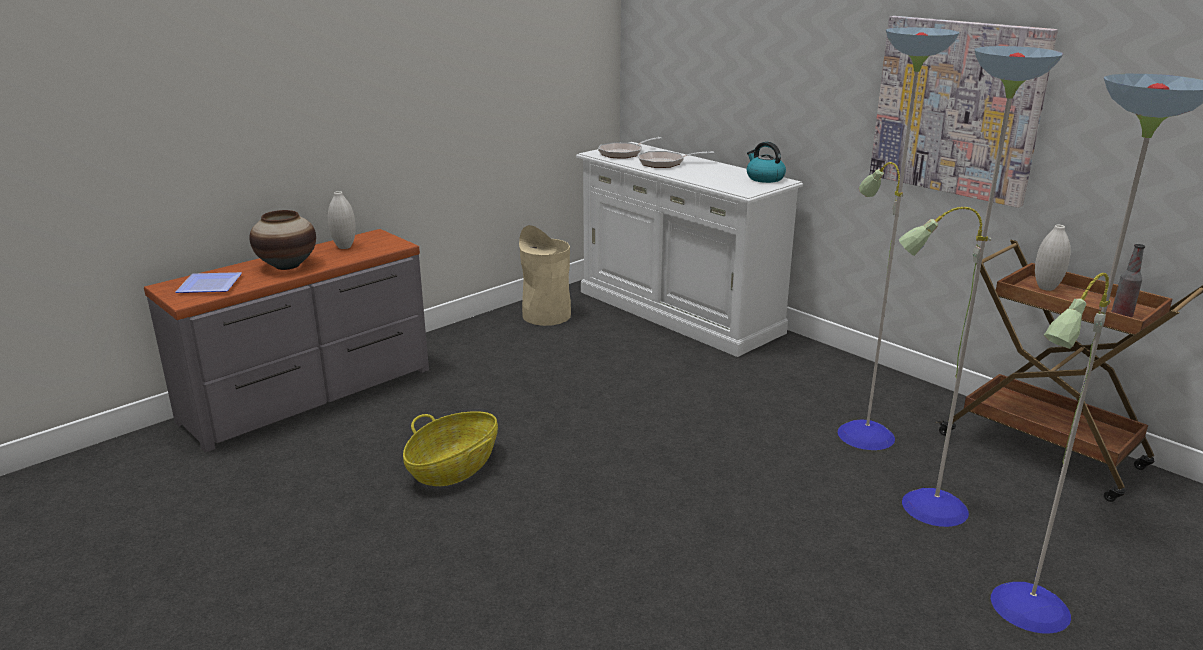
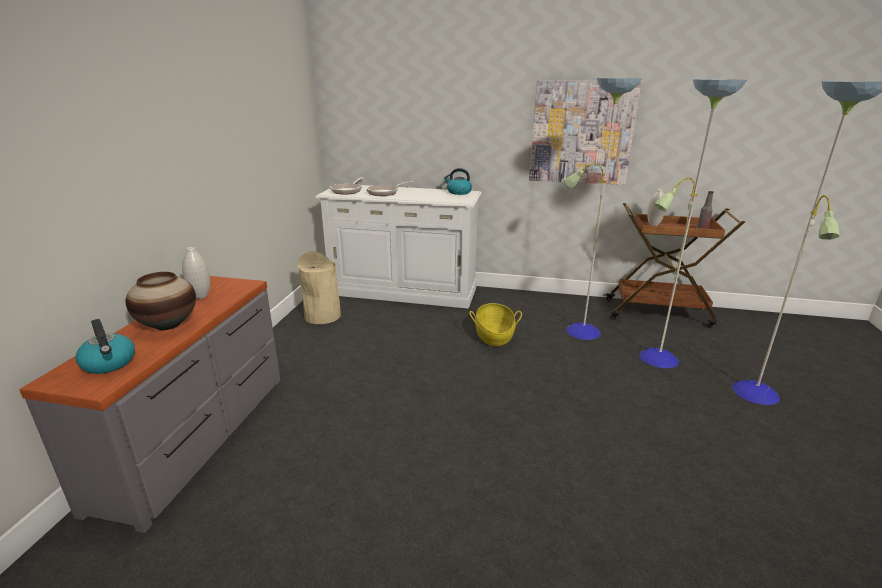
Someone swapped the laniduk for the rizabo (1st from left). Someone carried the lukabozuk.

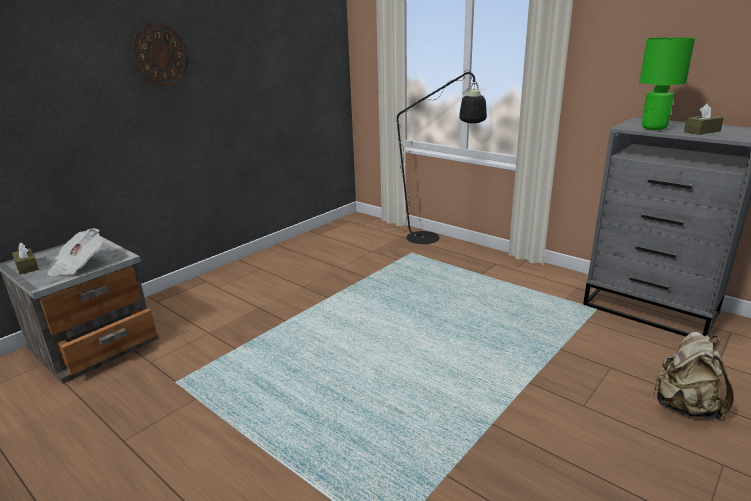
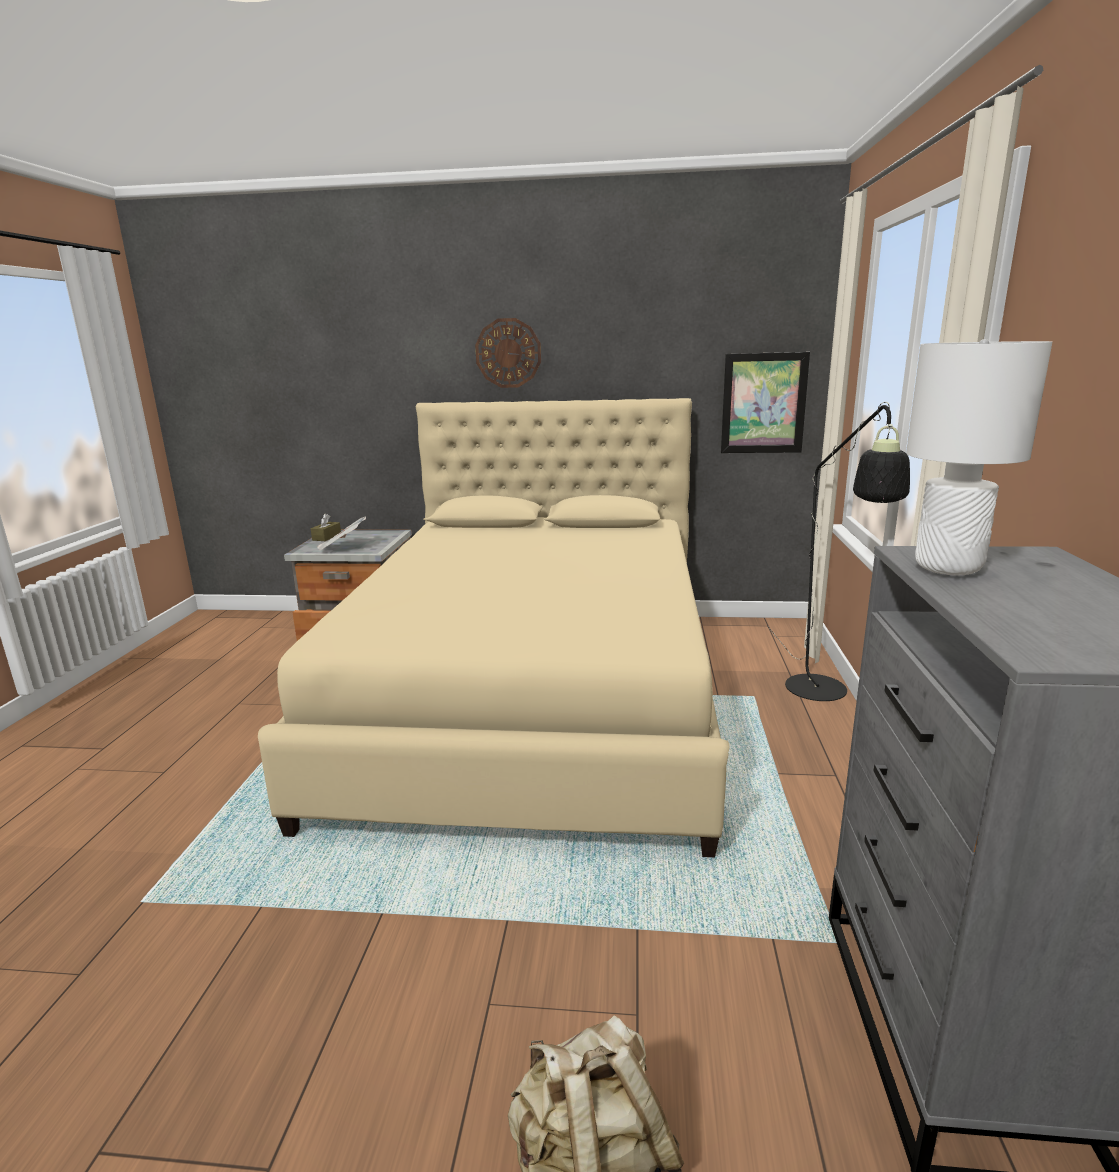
Someone repainted the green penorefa, which became the white penorefa. Someone took away the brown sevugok (2nd from left). Someone put down the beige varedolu. Someone put up the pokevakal.

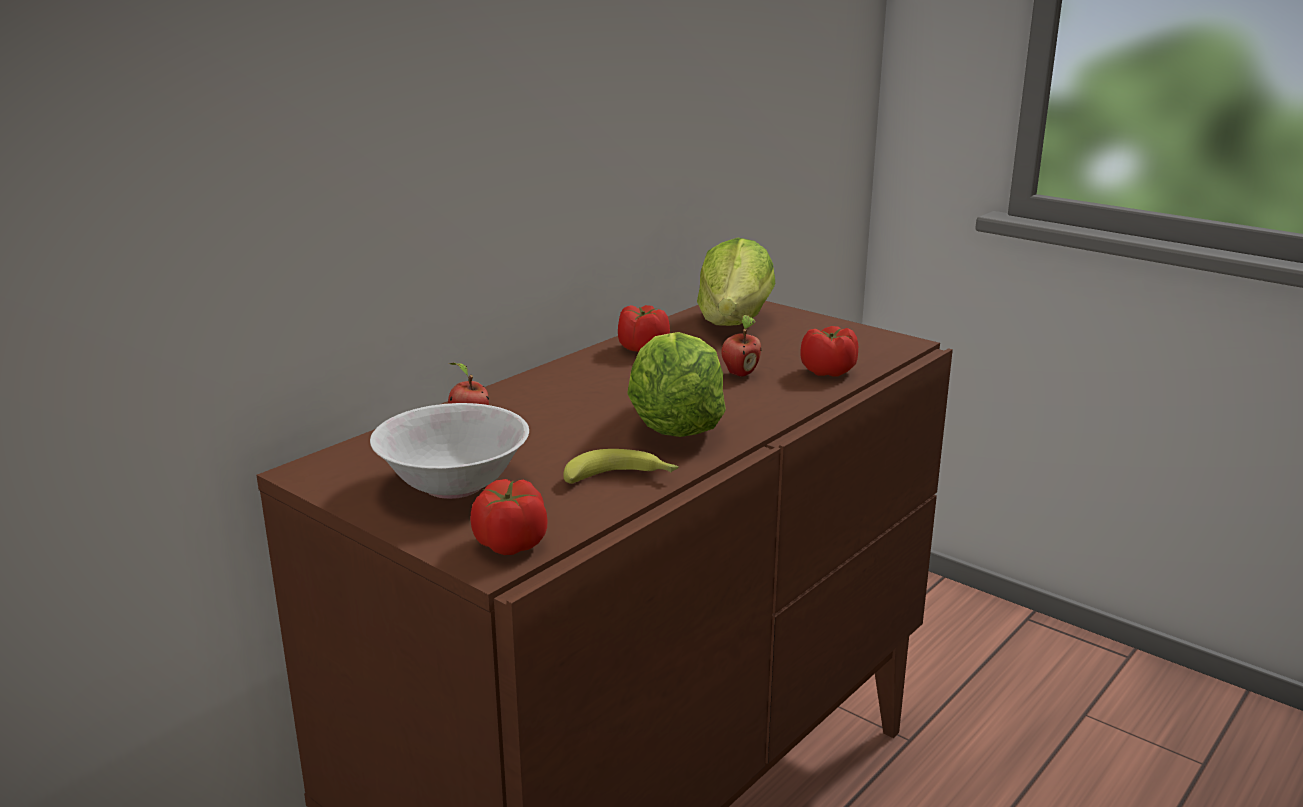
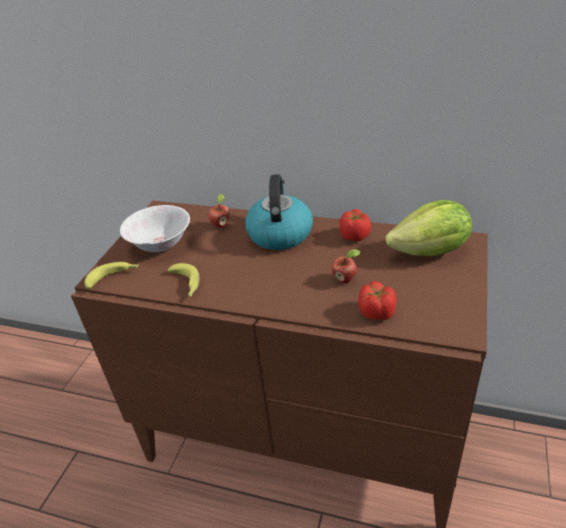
Someone swapped the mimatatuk (1st from left) for the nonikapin (1st from left). Someone took away the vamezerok (1st from left). Someone put down the rizabo.

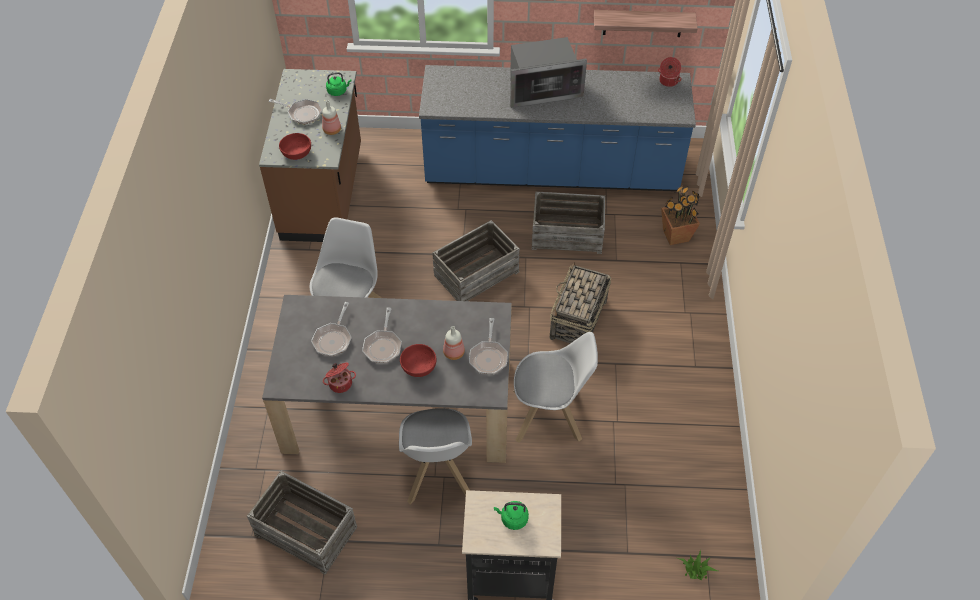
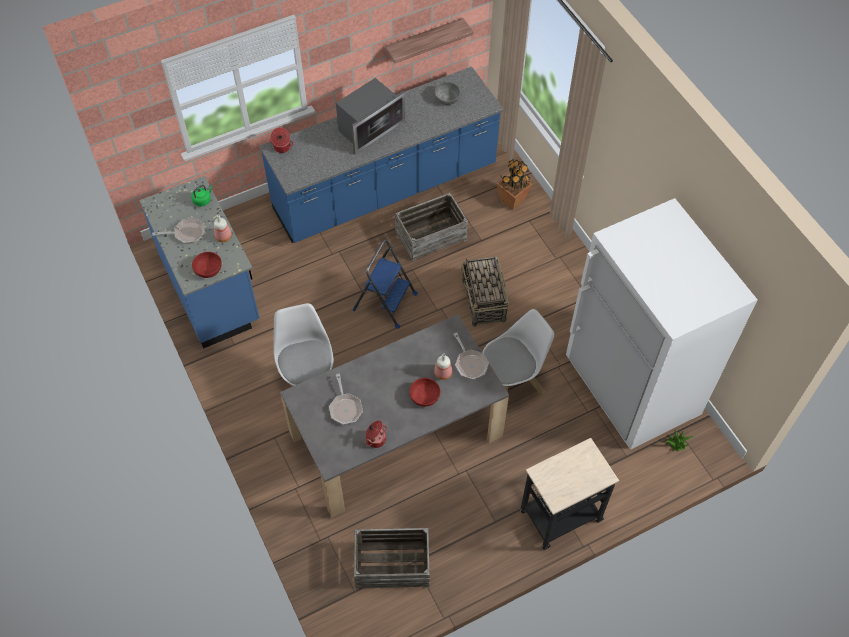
Someone repainted the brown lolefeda, which became the blue lolefeda (1st from left). Someone took away the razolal (3rd from left). Someone took away the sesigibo (2nd from left). Someone swapped the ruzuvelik (2nd from left) for the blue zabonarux. Someone took away the green rizabo (2nd from left). Someone carried the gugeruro (2nd from left in the first image). Someone put down the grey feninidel. Someone put down the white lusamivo.

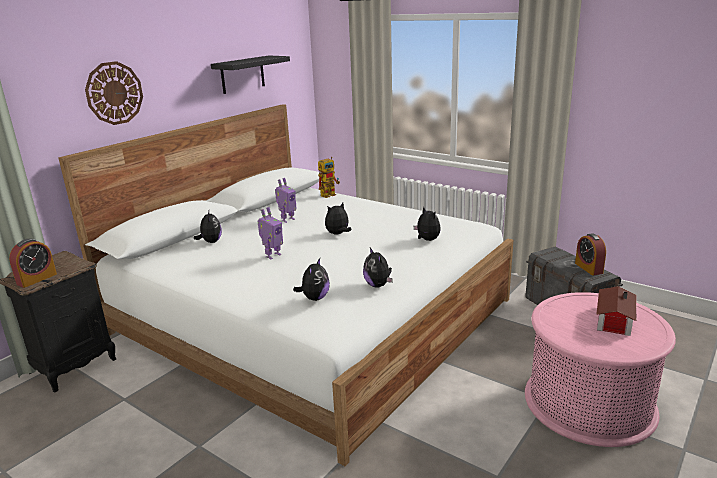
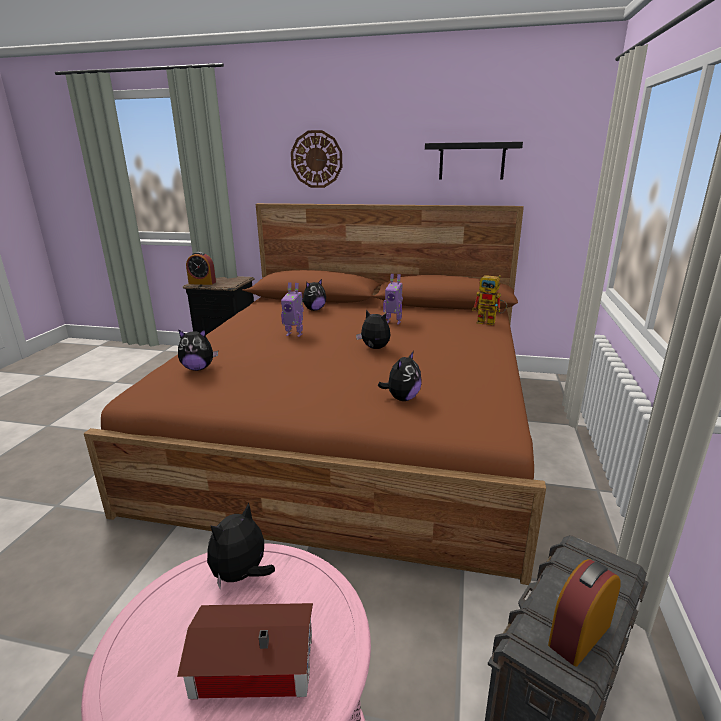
Someone repainted the white varedolu, which became the brown varedolu. Someone carried the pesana (4th from left in the first image).

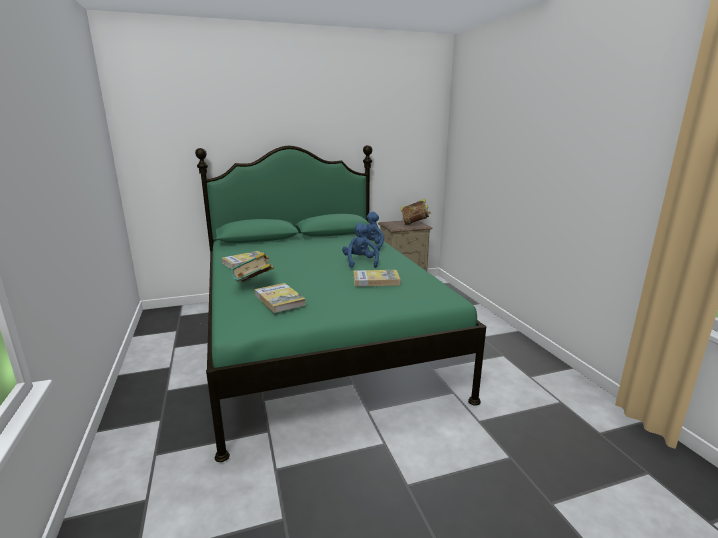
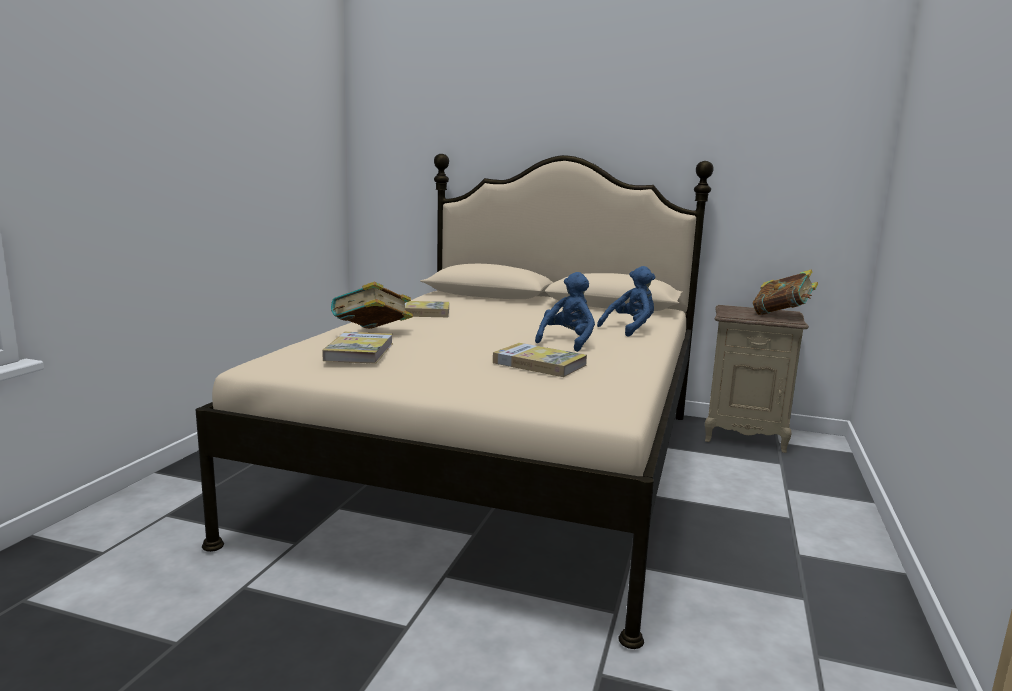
Someone repainted the green varedolu, which became the beige varedolu.

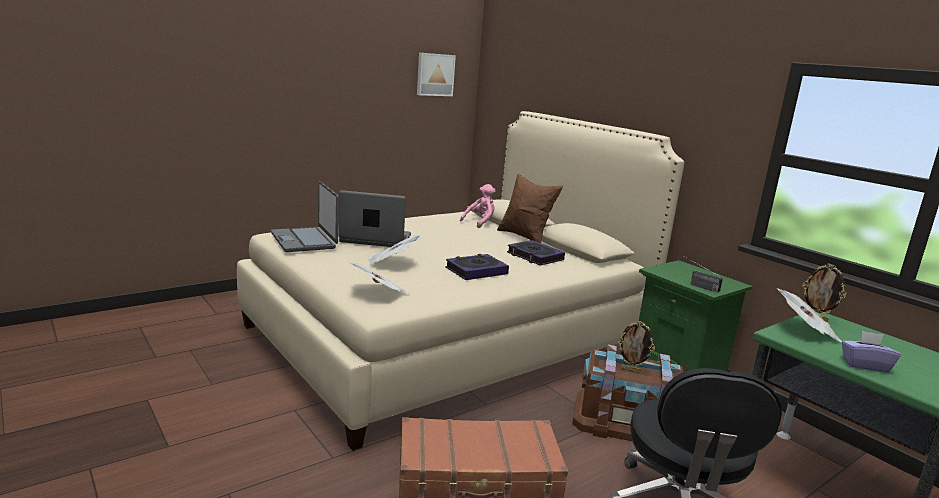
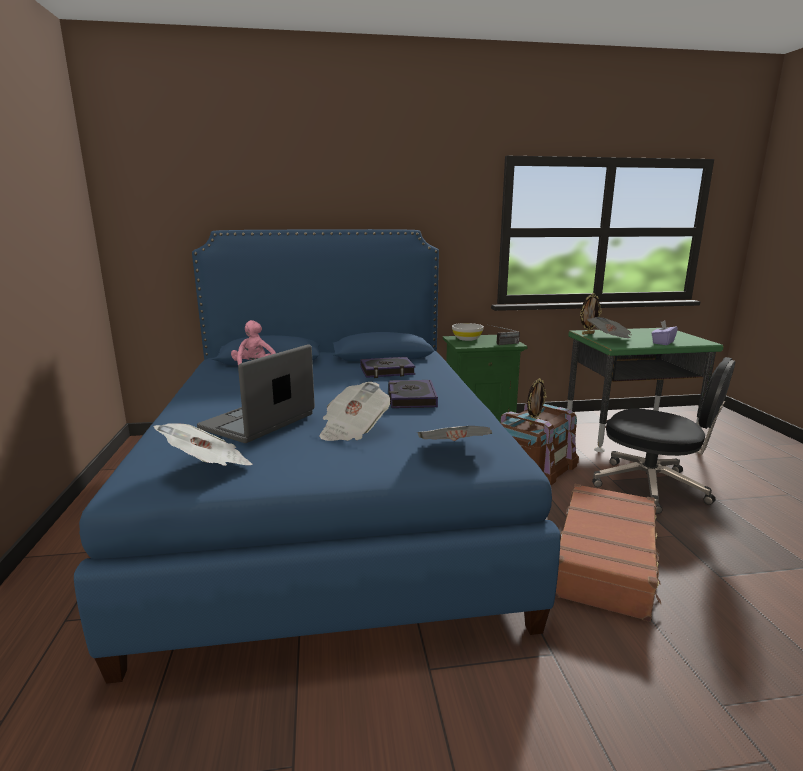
Someone repainted the beige varedolu, which became the blue varedolu. Someone swapped the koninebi (1st from left) for the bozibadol (1st from left). Someone took away the pokevakal. Someone took away the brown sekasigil. Someone put down the white feninidel.

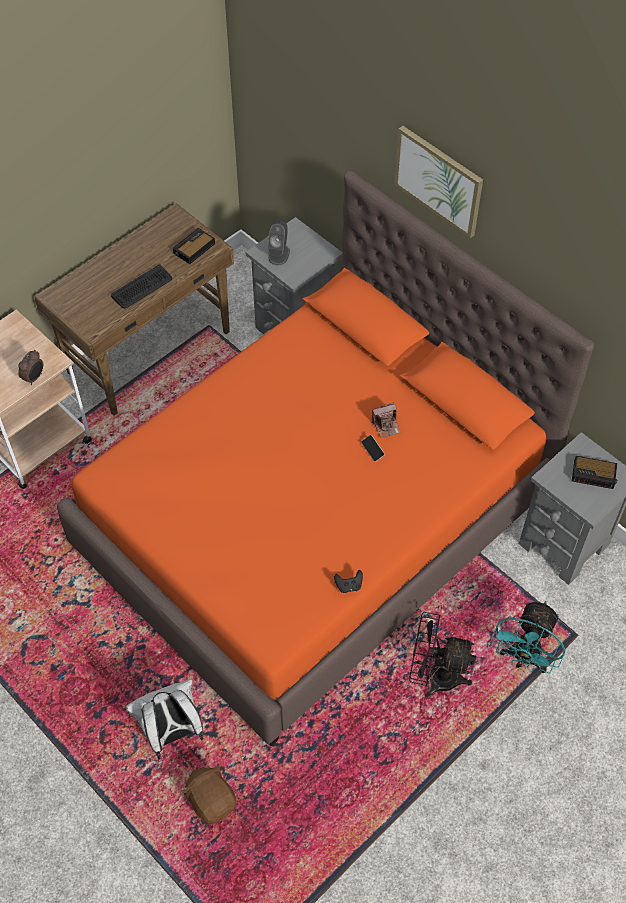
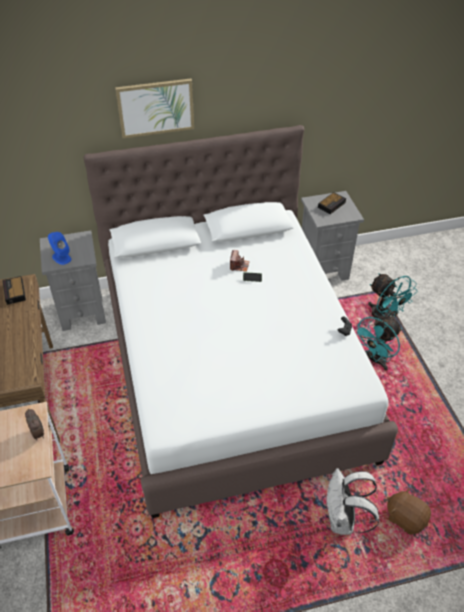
Someone repainted the orange varedolu, which became the white varedolu. Someone took away the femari. Someone rotated the brown pesana by 45 degrees clockwise. Someone repainted the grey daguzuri, which became the blue daguzuri. Someone repainted the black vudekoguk, which became the turquoise vudekoguk (1st from left).

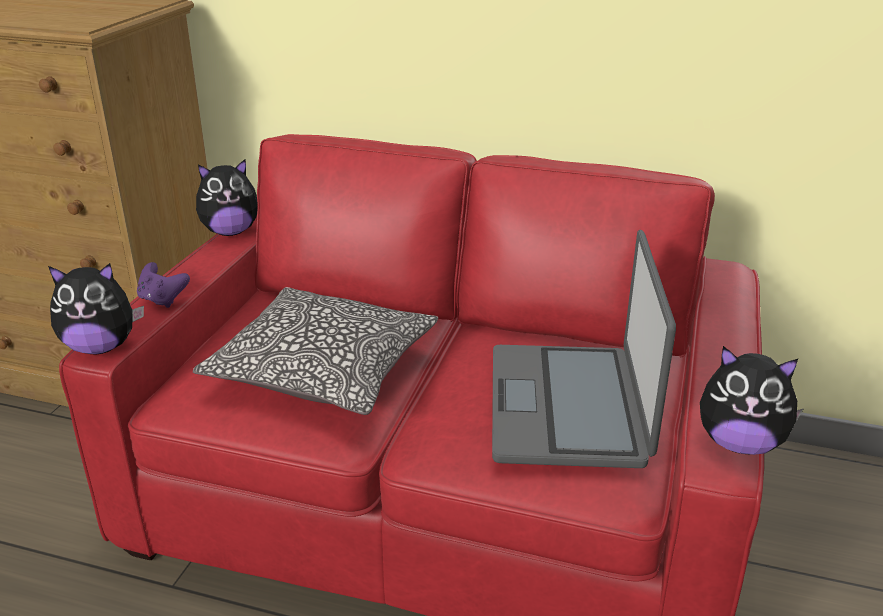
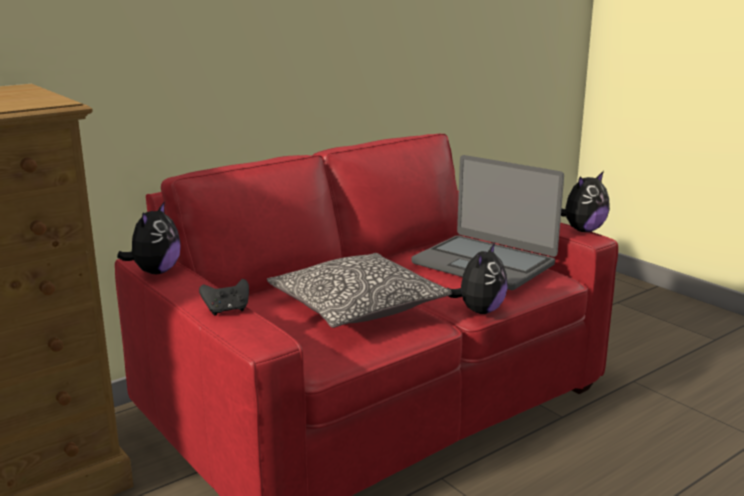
Someone carried the pesana (1st from left in the first image). Someone repainted the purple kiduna, which became the black kiduna.

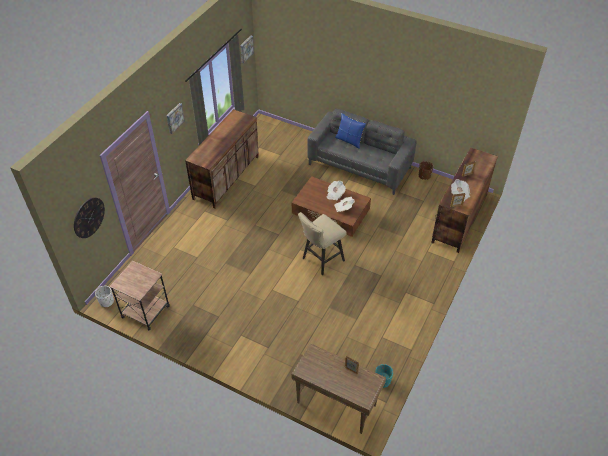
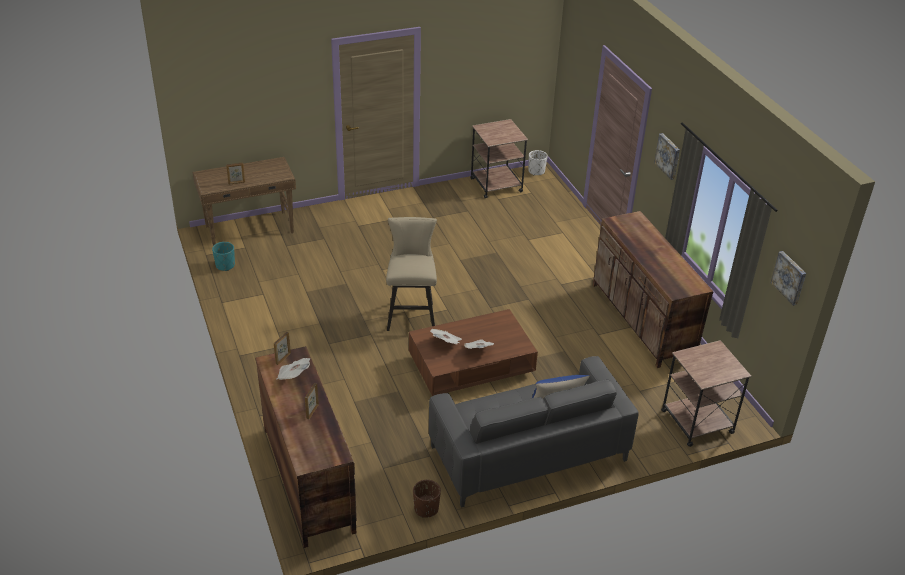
Someone took away the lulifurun. Someone put down the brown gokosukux (2nd from left).

